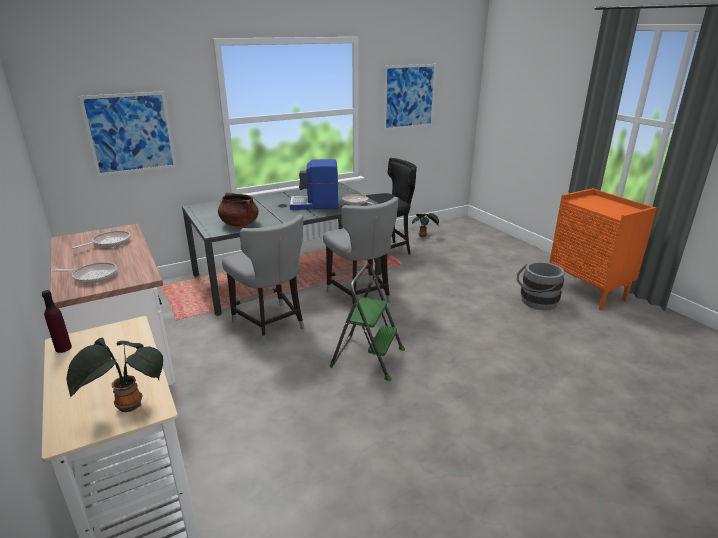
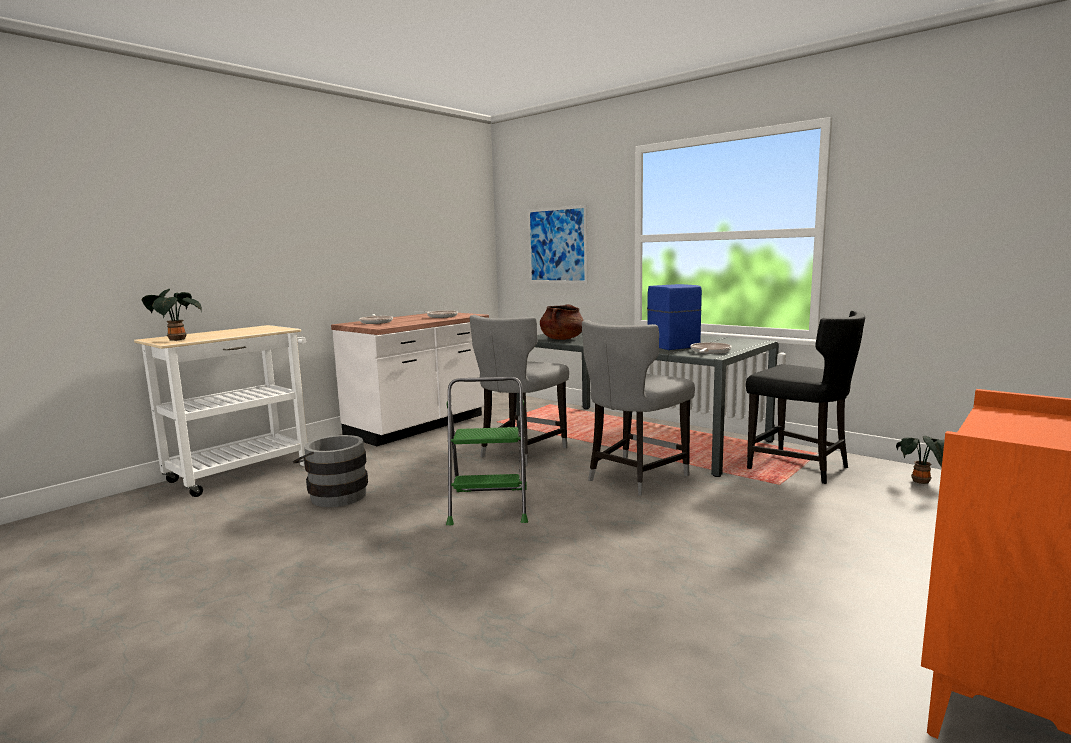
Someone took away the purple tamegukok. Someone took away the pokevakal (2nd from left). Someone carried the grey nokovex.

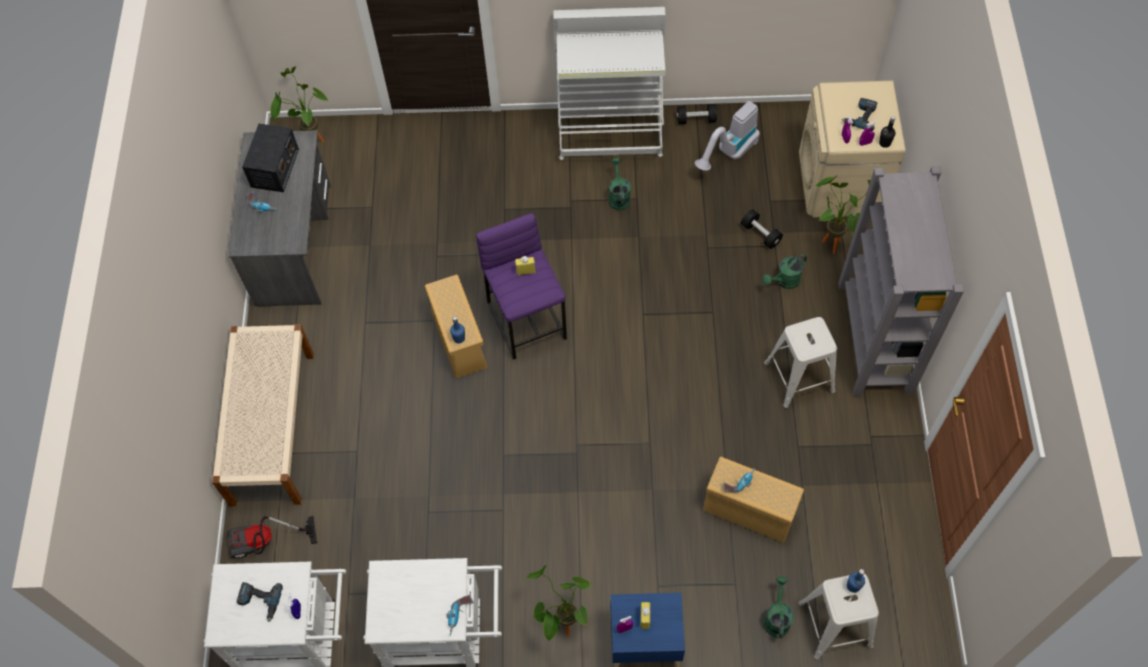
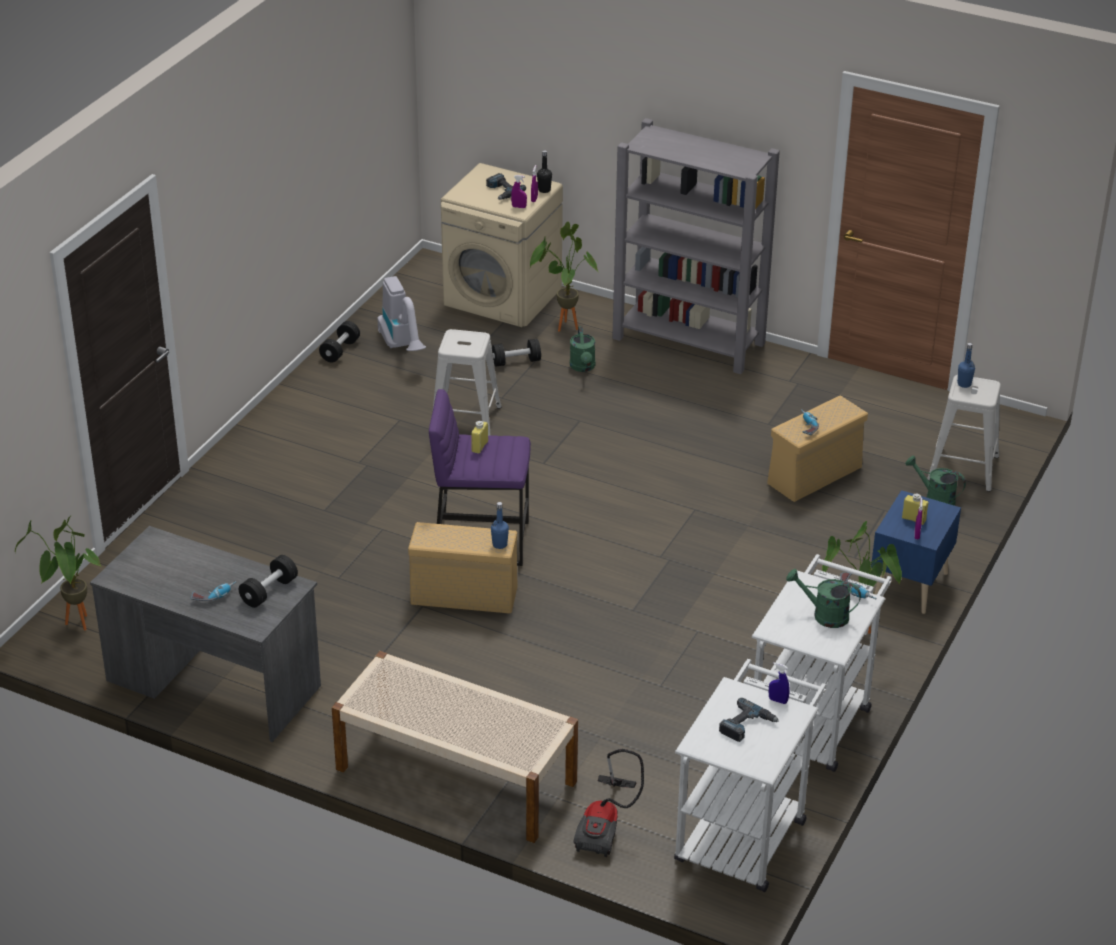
Someone took away the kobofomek. Someone took away the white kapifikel. Someone carried the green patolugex (1st from left in the first image). Someone carried the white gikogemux (1st from left). Someone put down the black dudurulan (1st from left).

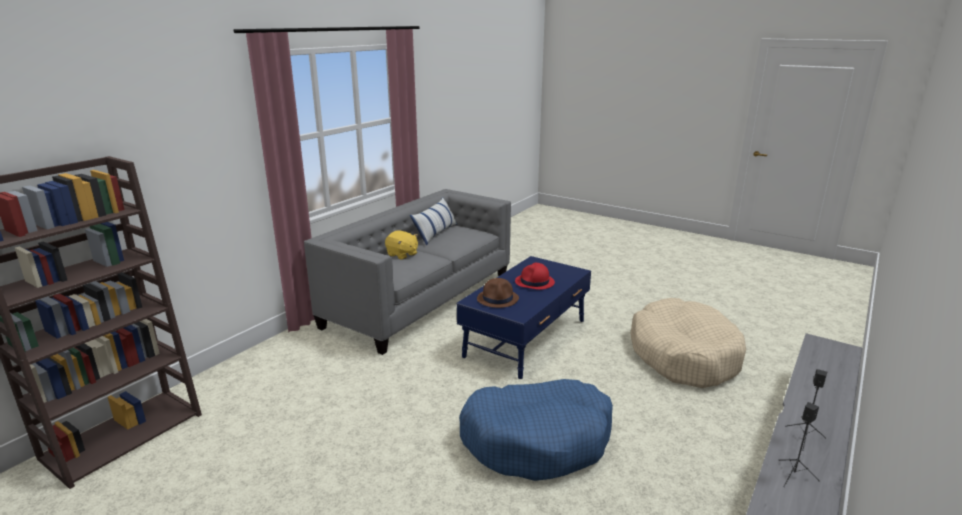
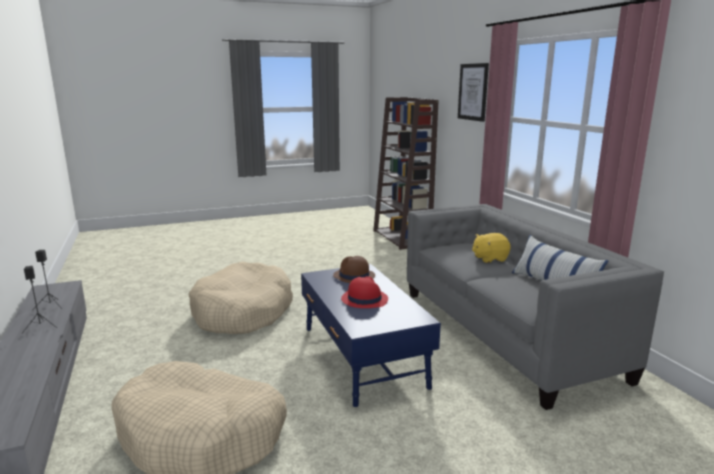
Someone repainted the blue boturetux, which became the beige boturetux (2nd from left). Someone put up the pokevakal.

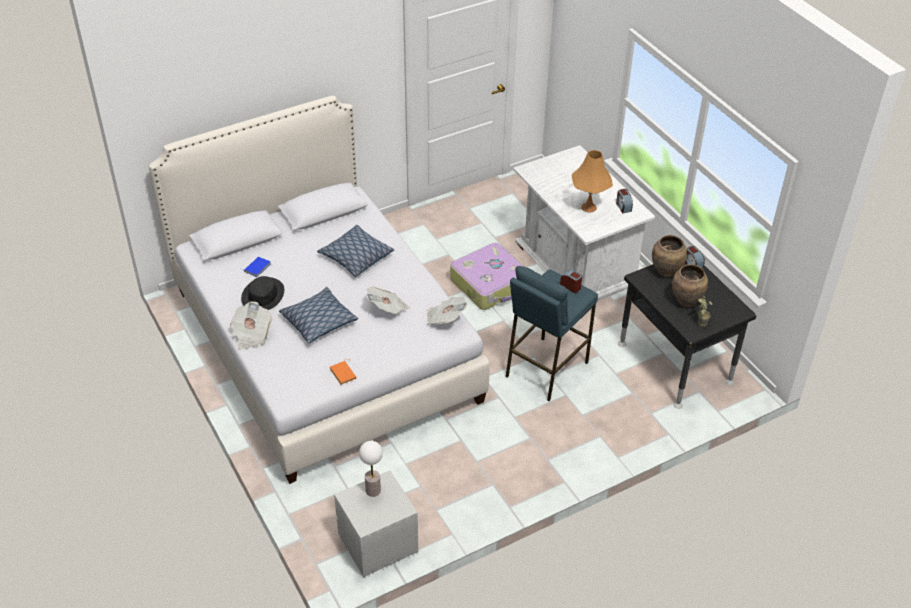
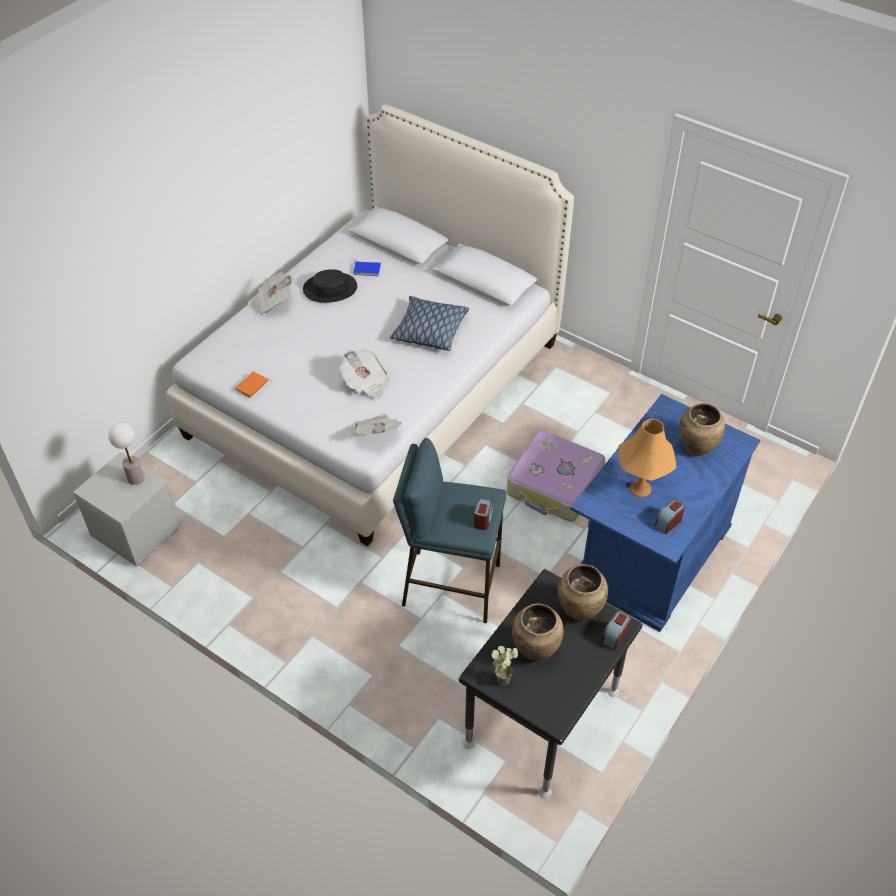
Someone took away the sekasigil (1st from left). Someone repainted the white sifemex, which became the blue sifemex. Someone put down the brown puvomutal (3rd from left).

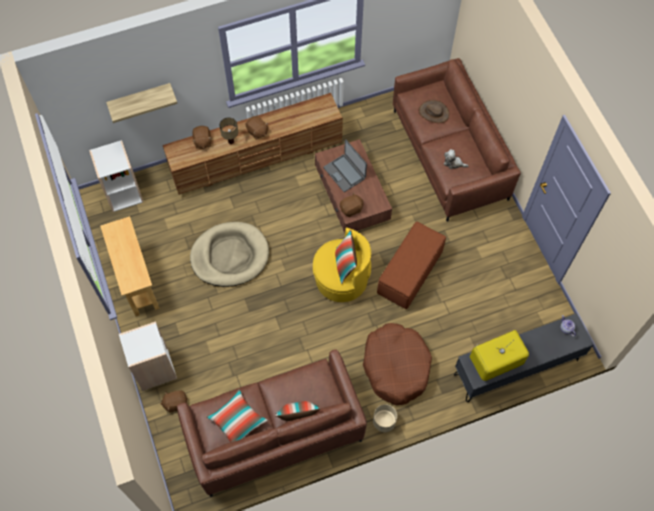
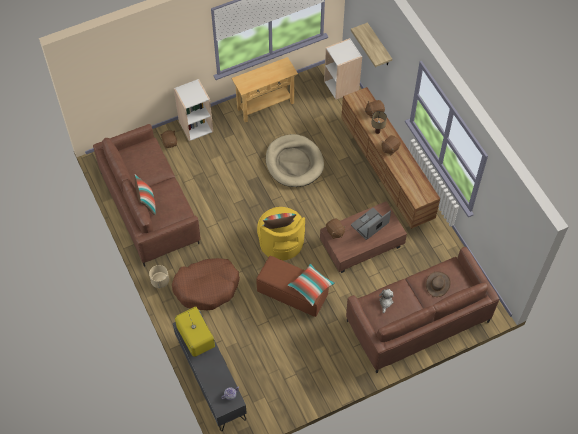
Someone carried the sekasigil (1st from left in the first image).

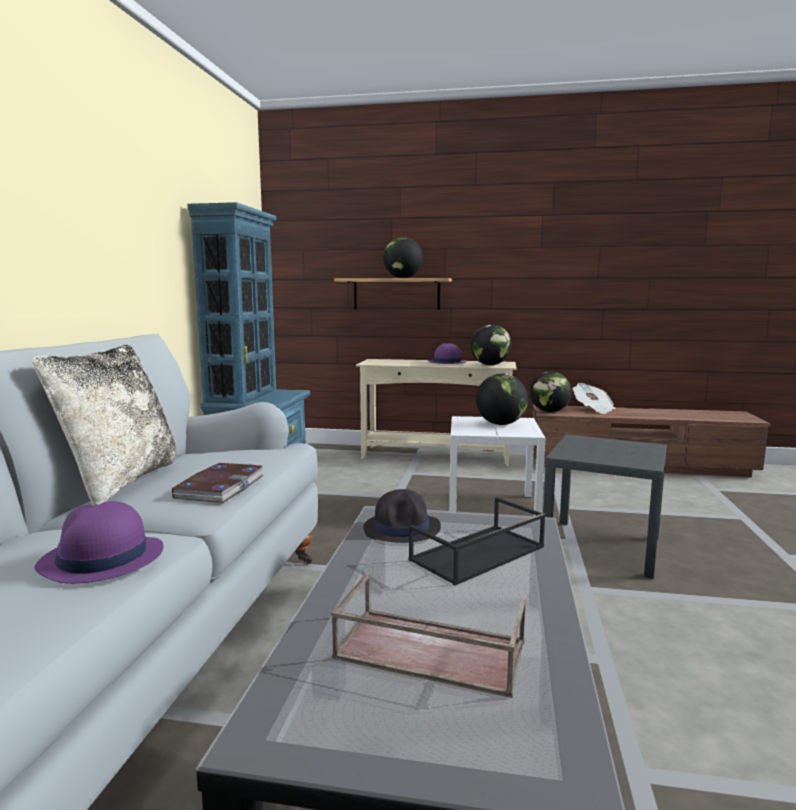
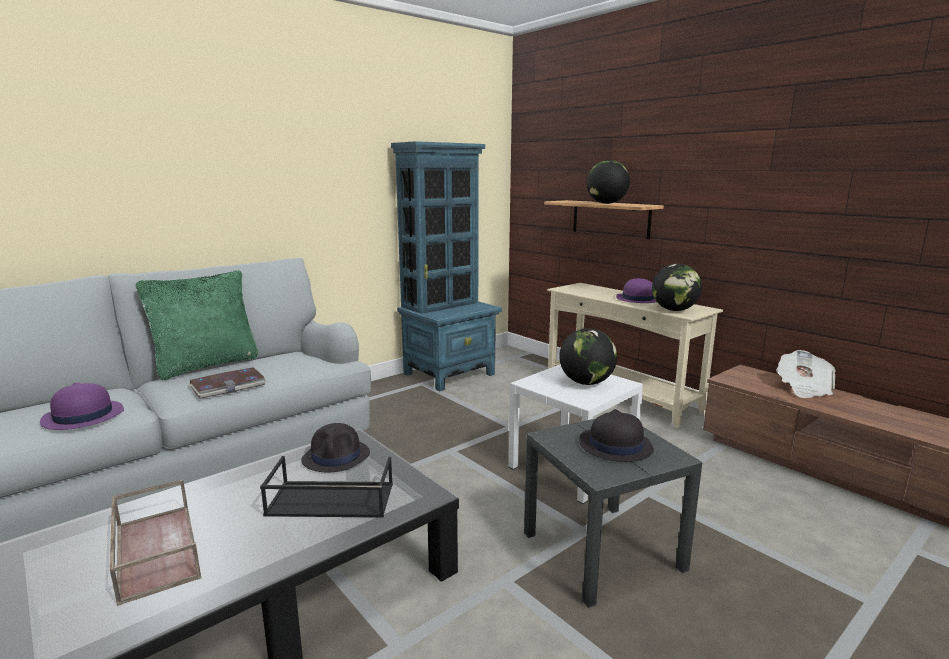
Someone repainted the beige sekasigil, which became the green sekasigil. Someone took away the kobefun (4th from left). Someone put down the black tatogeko (2nd from left).

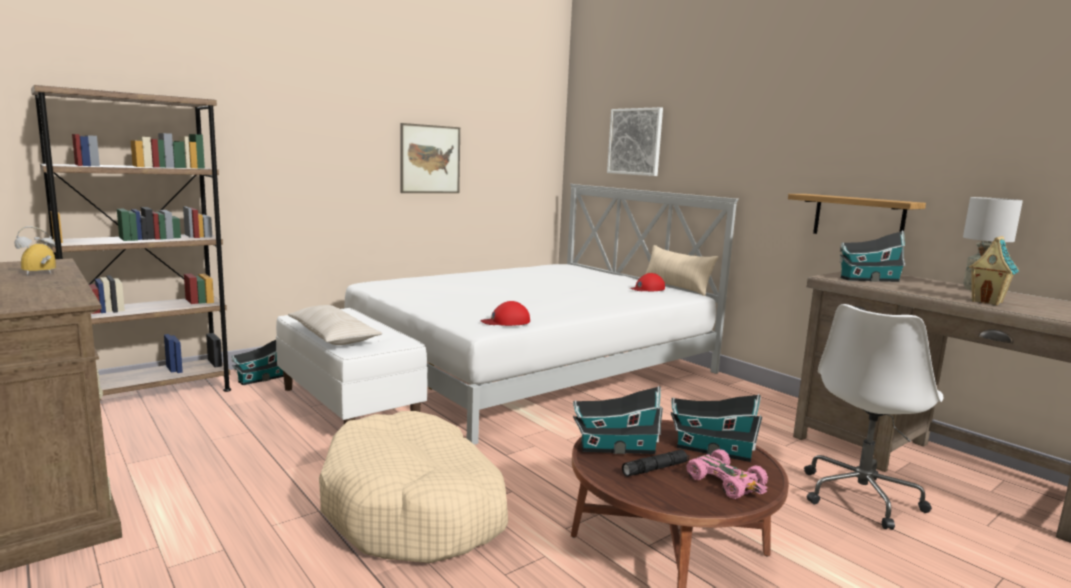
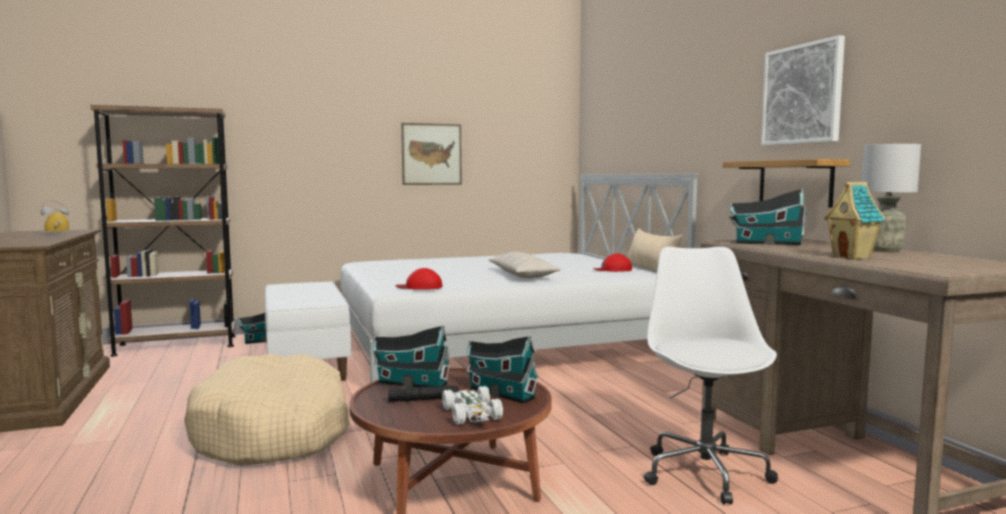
Someone carried the beige sekasigil (1st from left). Someone carried the pokevakal (2nd from left). Someone repainted the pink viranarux, which became the white viranarux. Someone rotated the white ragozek by 120 degrees clockwise.

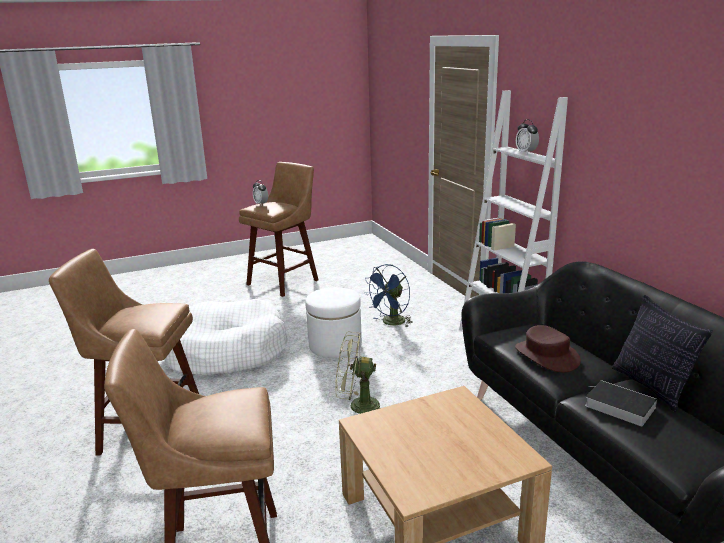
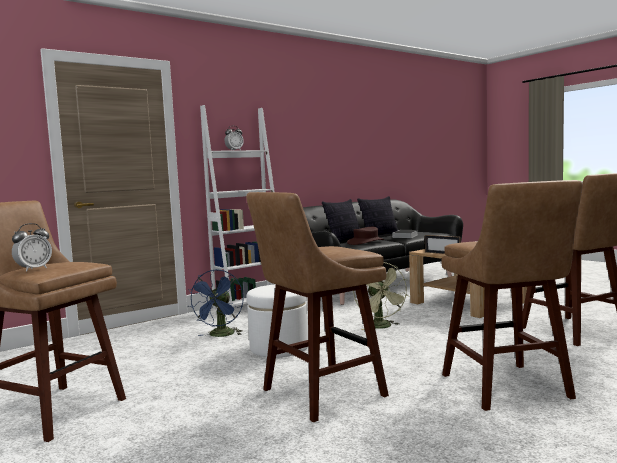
Someone swapped the white boturetux for the brown gikogemux (2nd from left). Someone rotated the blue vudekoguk by 75 degrees clockwise. Someone put down the sekasigil (1st from left). Someone put down the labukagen.

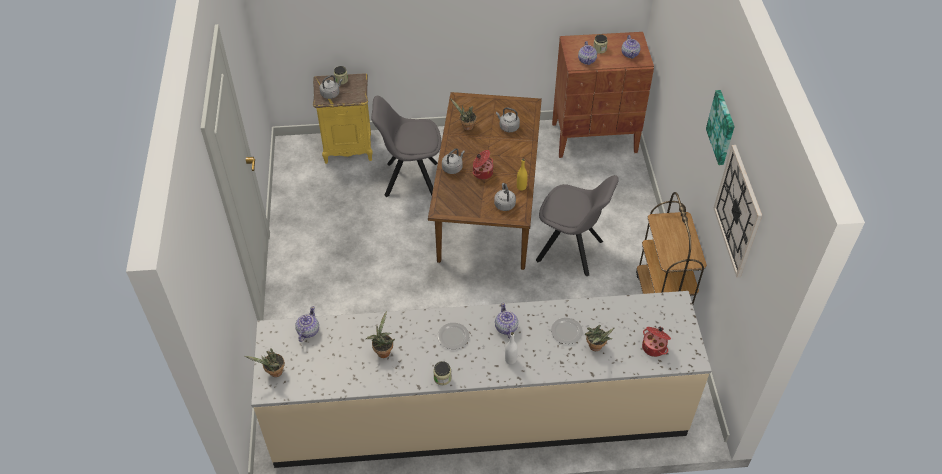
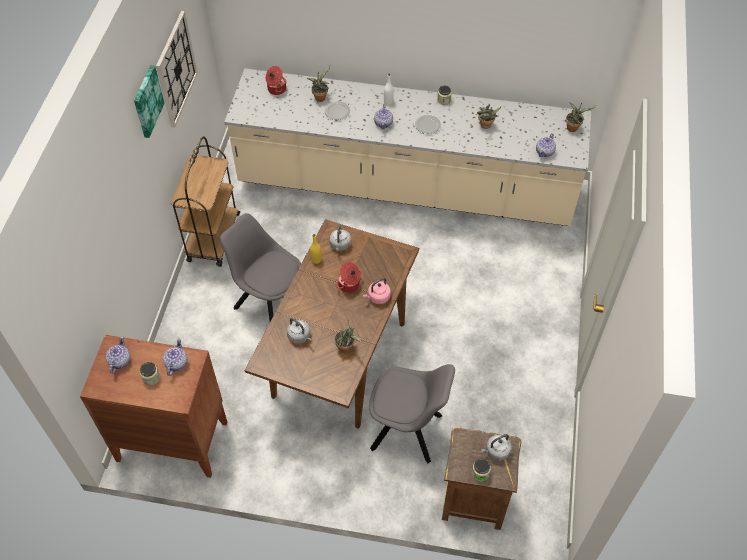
Someone repainted the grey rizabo (2nd from left), which became the pink rizabo.

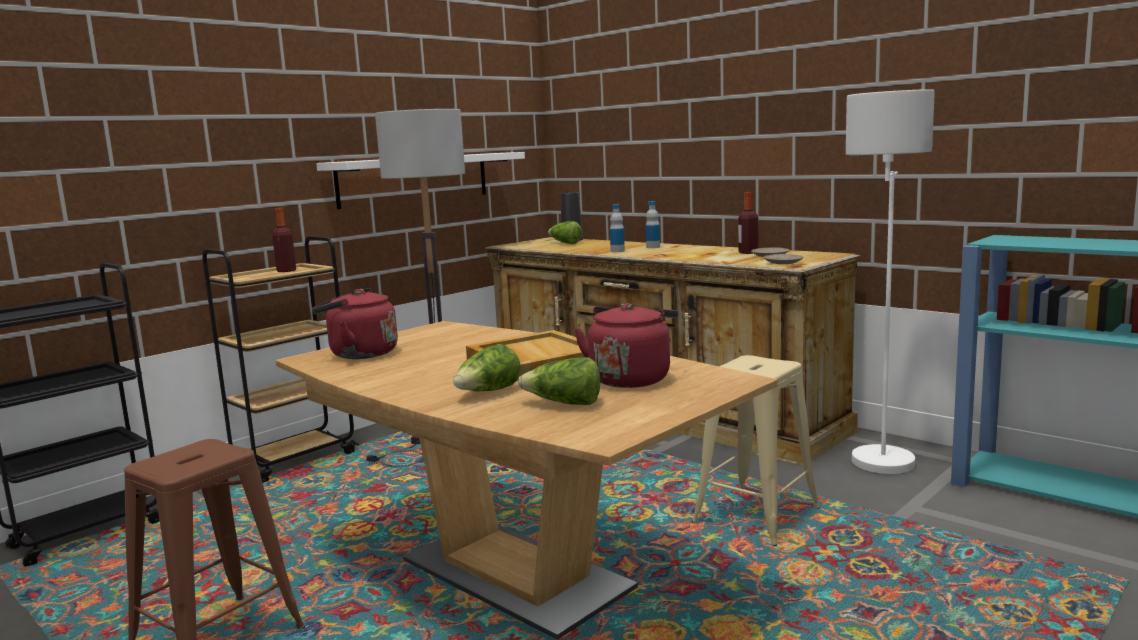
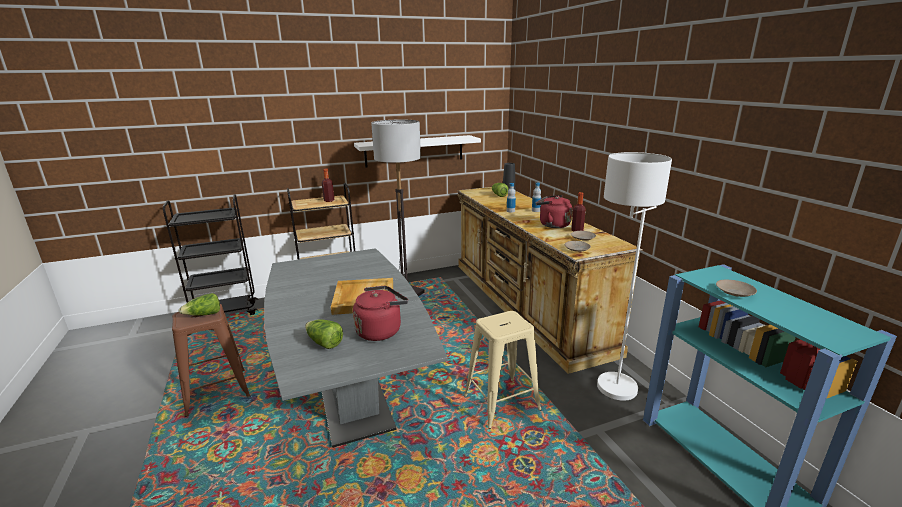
Someone repainted the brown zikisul, which became the grey zikisul. Someone carried the red rizabo (1st from left in the first image). Someone carried the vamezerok (1st from left). Someone put down the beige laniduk (3rd from left).

